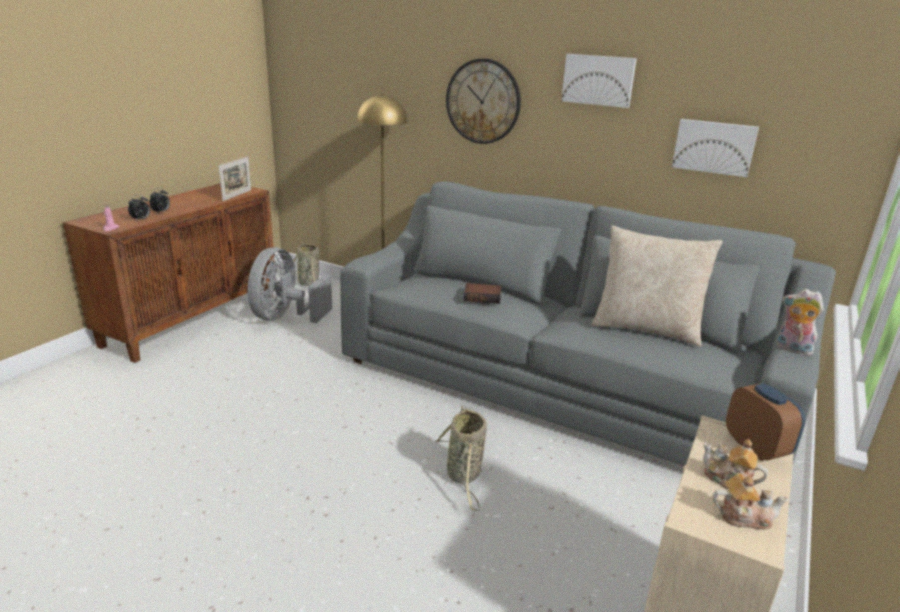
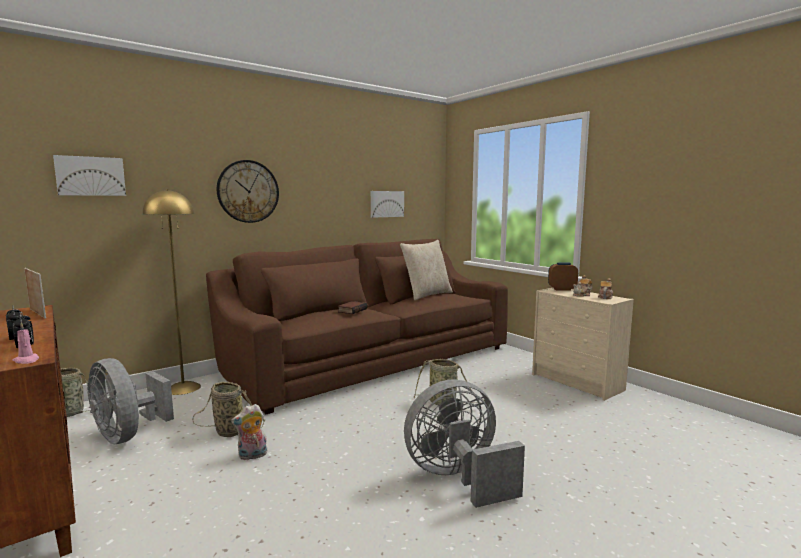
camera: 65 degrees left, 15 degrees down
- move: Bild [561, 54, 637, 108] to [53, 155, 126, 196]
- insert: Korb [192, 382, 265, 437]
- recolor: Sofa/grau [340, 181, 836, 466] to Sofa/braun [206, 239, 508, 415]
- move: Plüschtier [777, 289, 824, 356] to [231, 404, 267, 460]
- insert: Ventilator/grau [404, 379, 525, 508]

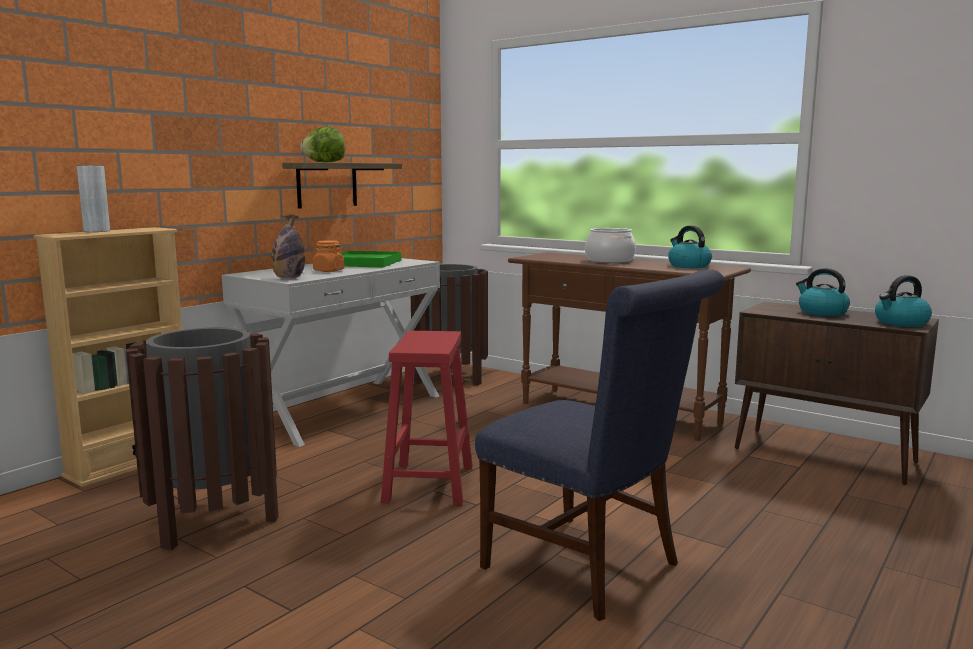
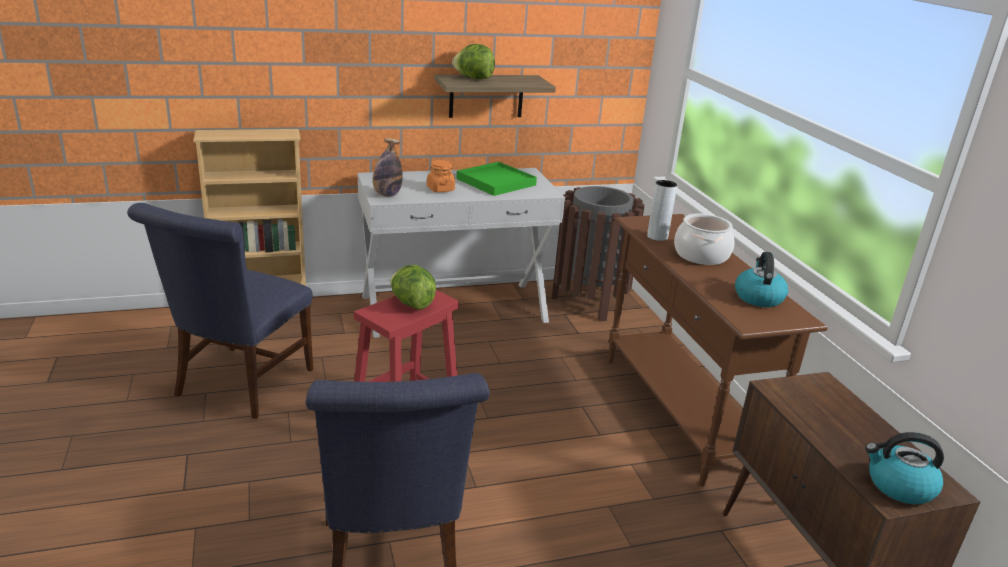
camera: 35 degrees right, 15 degrees up
- replace: Mülleimer/braun [126, 328, 278, 550] to Stuhl/blau [127, 203, 313, 419]
- insert: Salatkopf [391, 265, 436, 310]
- move: Vase/grau [77, 165, 110, 232] to [647, 180, 677, 241]
- delete: Wasserkessel [796, 268, 850, 316]

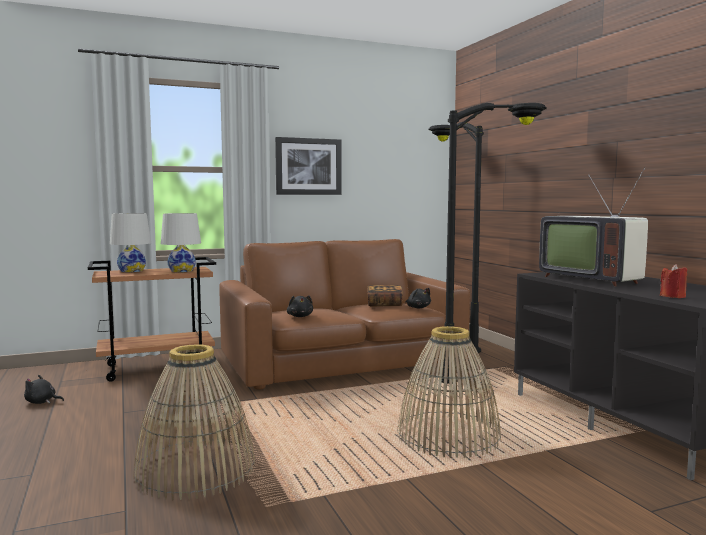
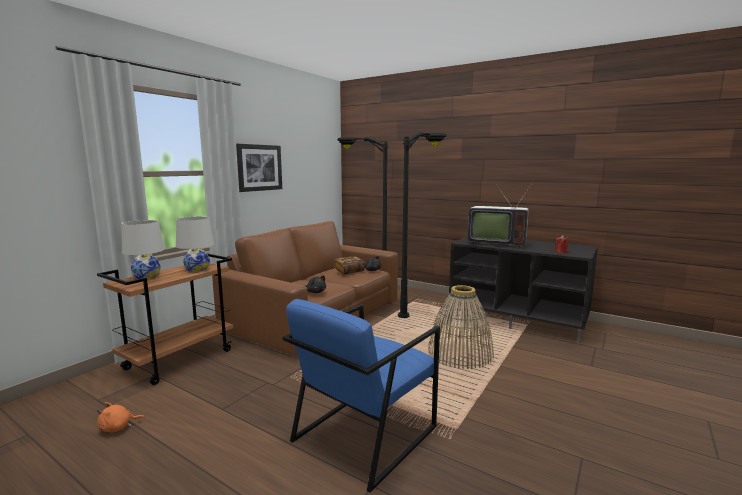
camera: 35 degrees left, 5 degrees up
- recolor: Plüschtier/schwarz [24, 375, 64, 404] to Plüschtier/orange [97, 402, 145, 432]
- replace: Korb [134, 344, 255, 500] to Sessel/blau [283, 299, 440, 493]

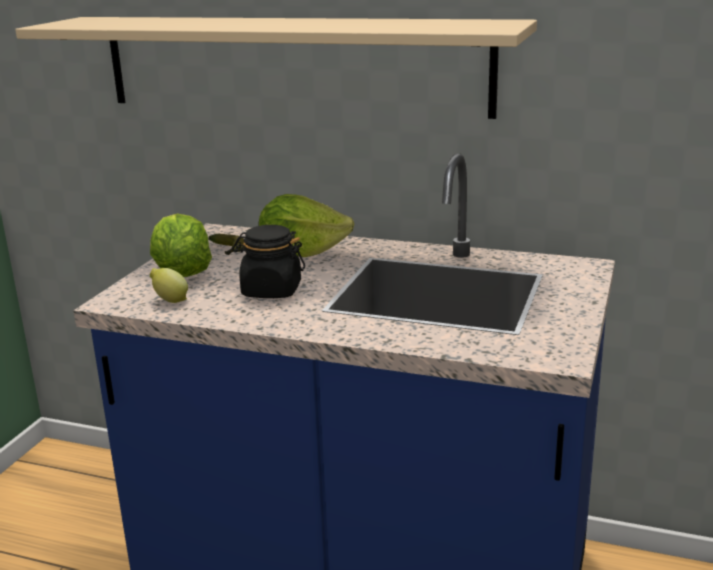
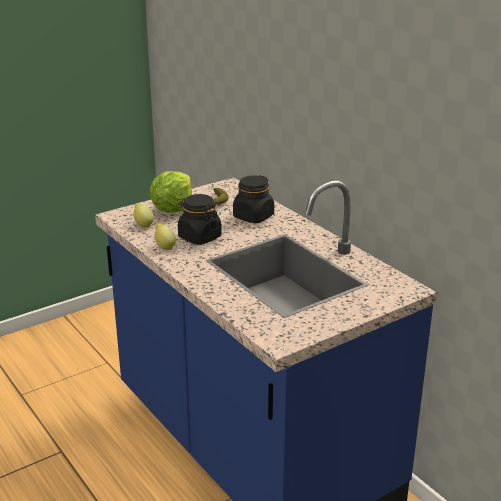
camera: 35 degrees right, 5 degrees up
- insert: Zitrone [155, 223, 176, 250]
- replace: Salatkopf [259, 194, 354, 257] to Vorratsglas/schwarz [233, 175, 274, 223]
- delete: Wandregal/beige [15, 17, 537, 119]

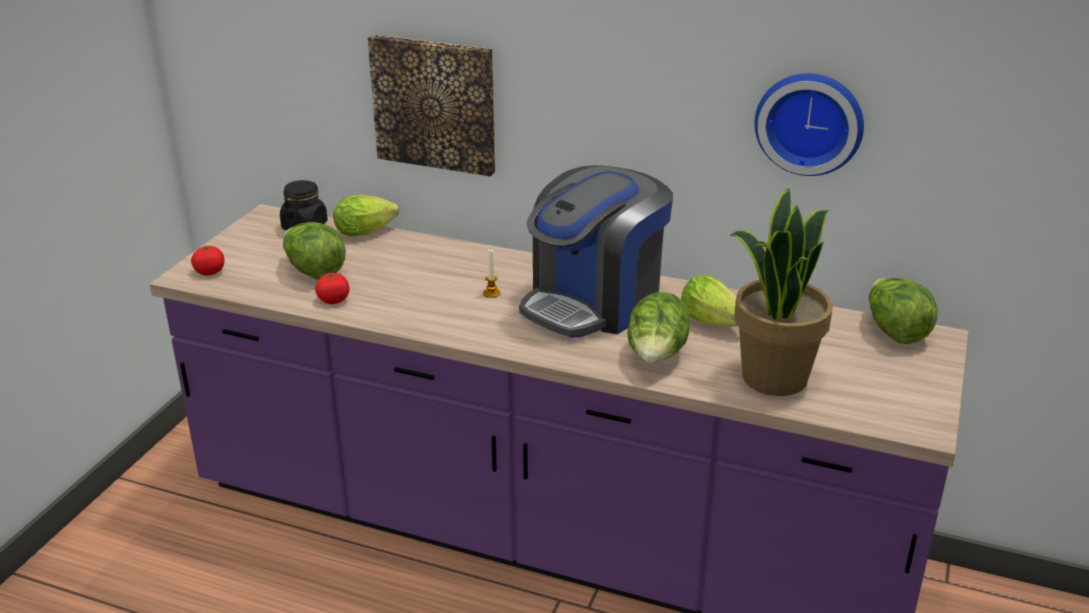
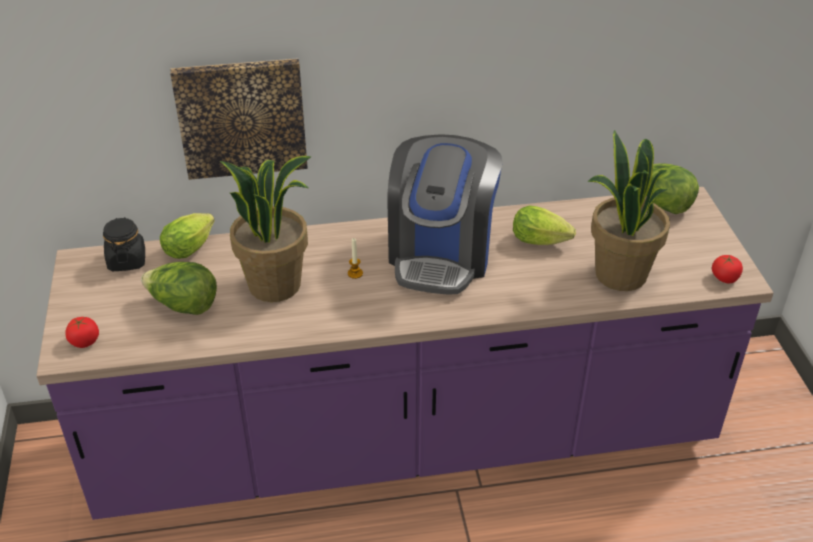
camera: 30 degrees left, 10 degrees up
- insert: Topfpflanze [220, 156, 311, 302]
- move: Tomate [315, 273, 349, 304] to [712, 255, 743, 284]
- delete: Salatkopf [627, 292, 690, 363]
- delete: Wanduhr [755, 73, 864, 176]

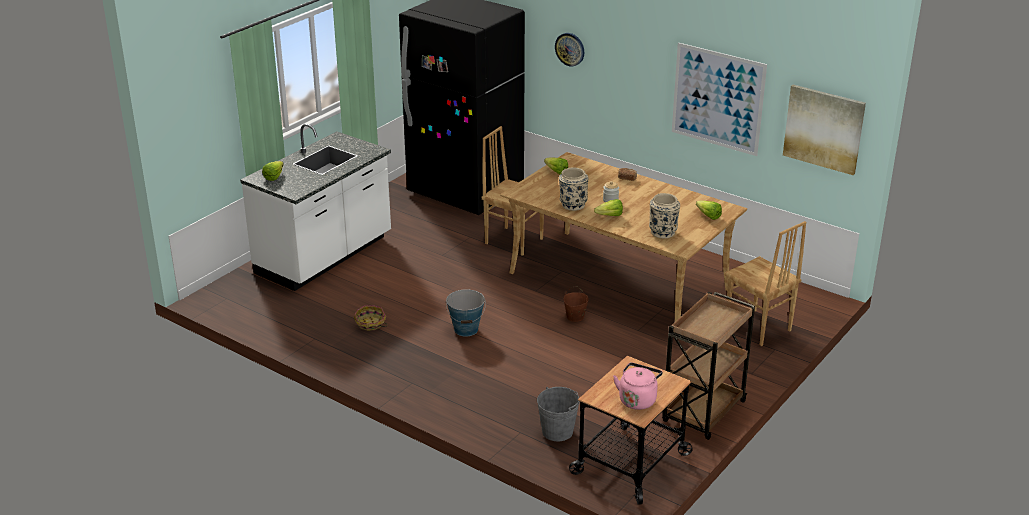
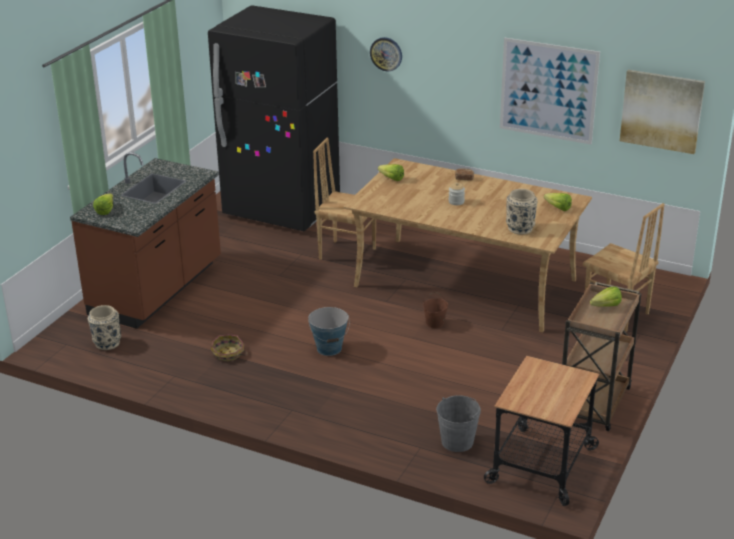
camera: 10 degrees left, 0 degrees up
- recolor: Küchenzeile/weiß [240, 124, 391, 291] to Küchenzeile/braun [70, 152, 221, 329]
- move: Vase/beige [559, 168, 588, 211] to [88, 305, 121, 350]
- move: Salatkopf [594, 199, 623, 216] to [590, 287, 622, 307]
- delete: Wasserkessel/rosa [613, 363, 663, 410]

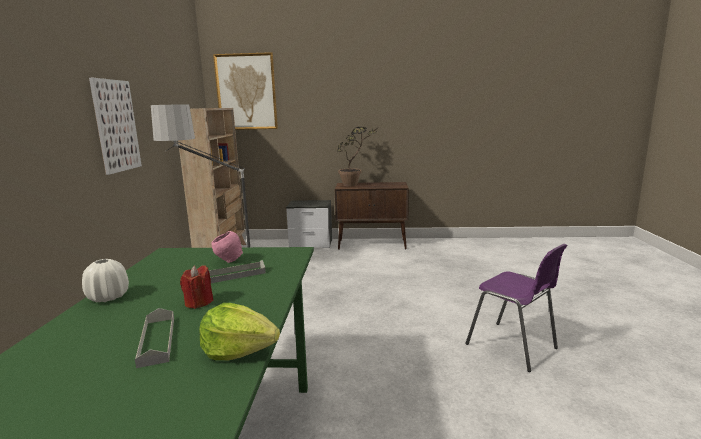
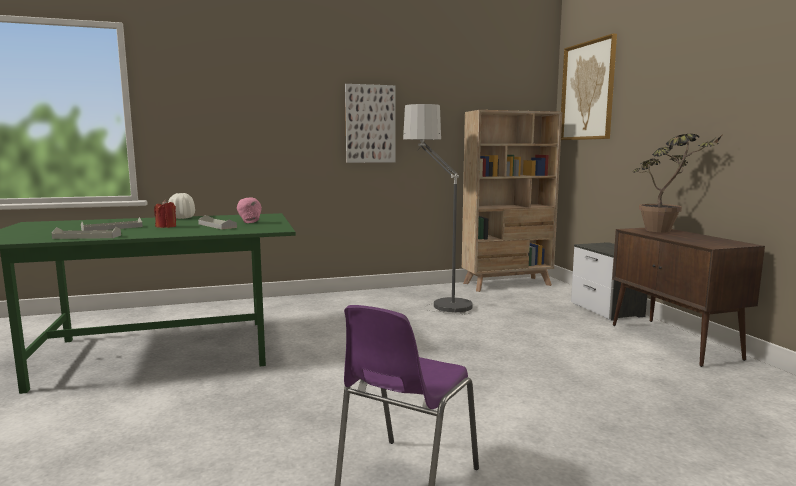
camera: 70 degrees right, 5 degrees down
- replace: Salatkopf [199, 303, 280, 360] to Tablett/grau [52, 227, 121, 239]

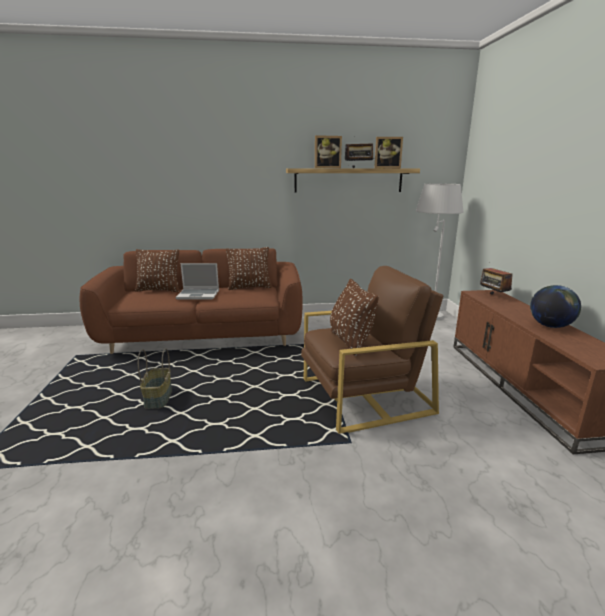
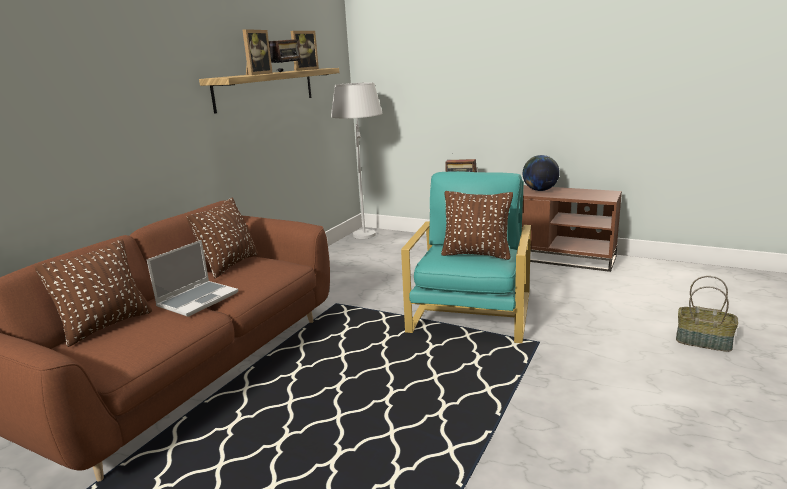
camera: 55 degrees left, 0 degrees up
- recolor: Sessel/braun [301, 266, 443, 434] to Sessel/türkis [401, 171, 531, 343]
- move: Korb [138, 348, 172, 409] to [676, 276, 738, 352]

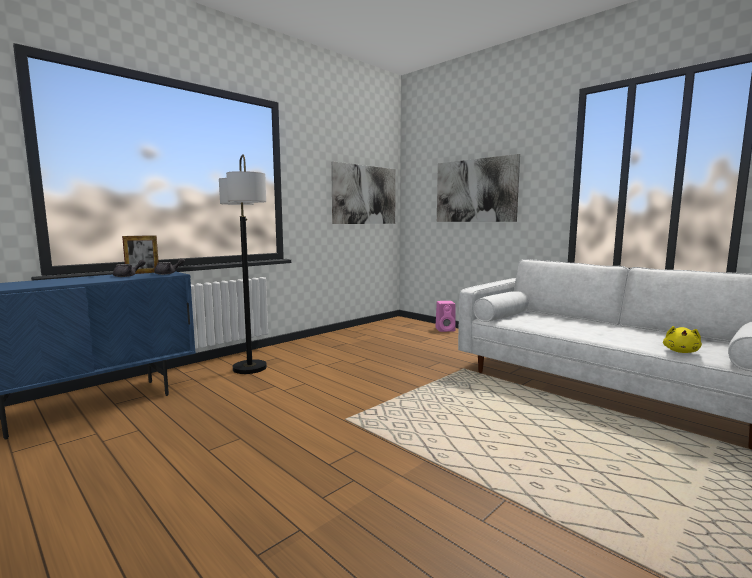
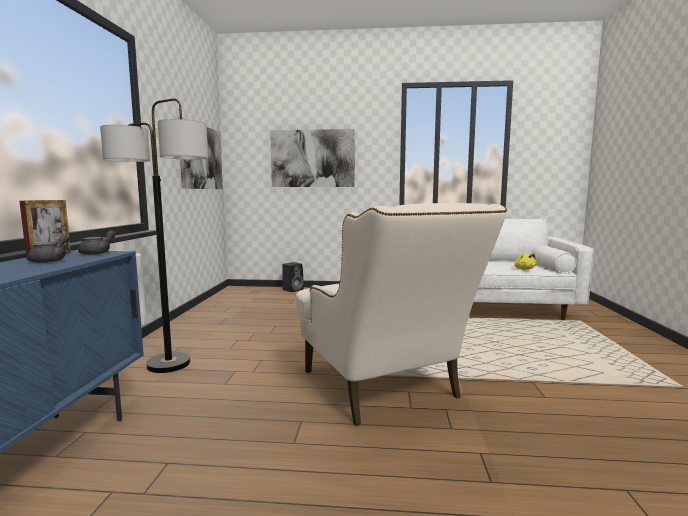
camera: 40 degrees left, 0 degrees up
- recolor: Lautsprecher/rosa [435, 301, 456, 332] to Lautsprecher/schwarz [282, 262, 304, 292]
- insert: Sessel/beige [296, 203, 507, 426]

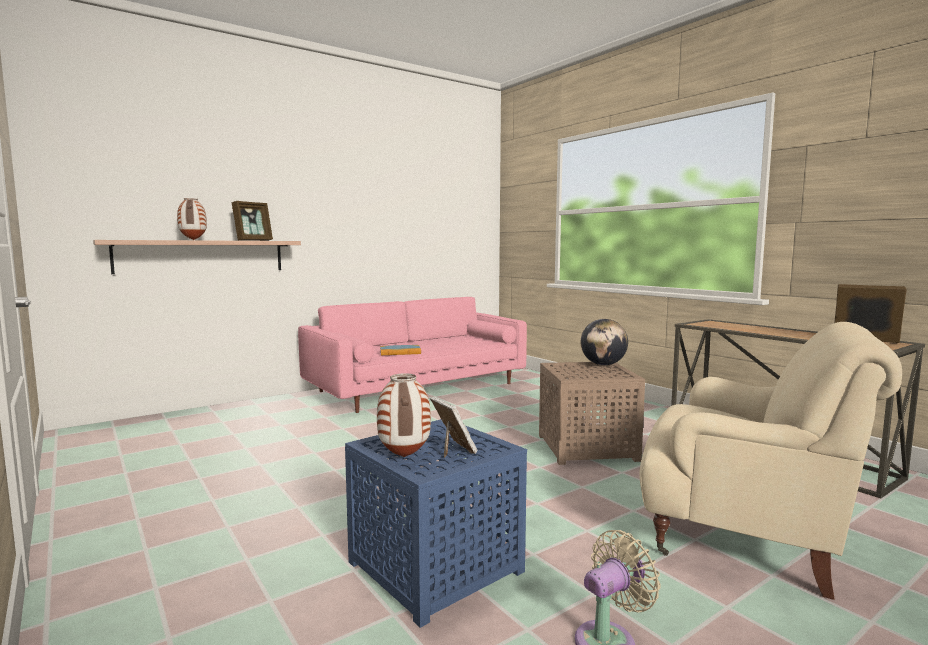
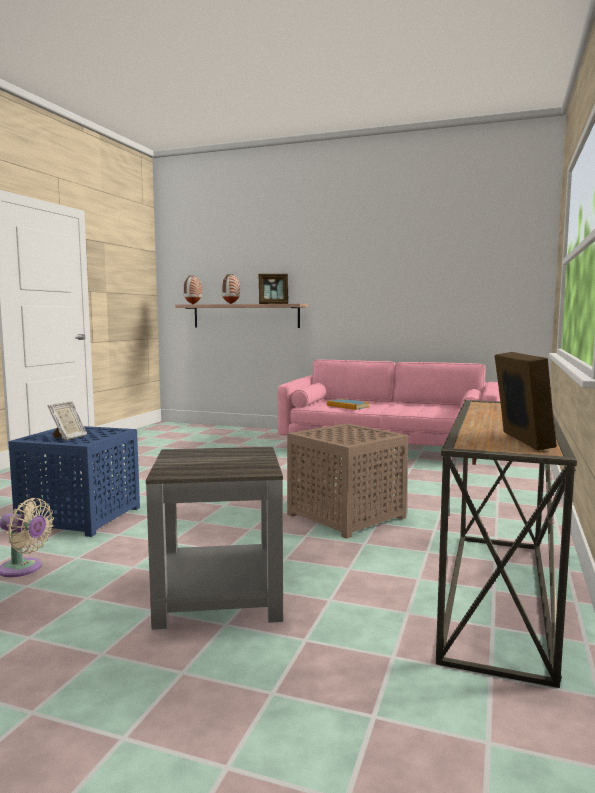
camera: 55 degrees right, 0 degrees up
- replace: Sessel/beige [640, 322, 902, 600] to Beistelltisch/grau [146, 447, 283, 630]
- move: Vase [377, 373, 431, 457] to [183, 275, 202, 304]
- delete: Globus [581, 319, 628, 365]

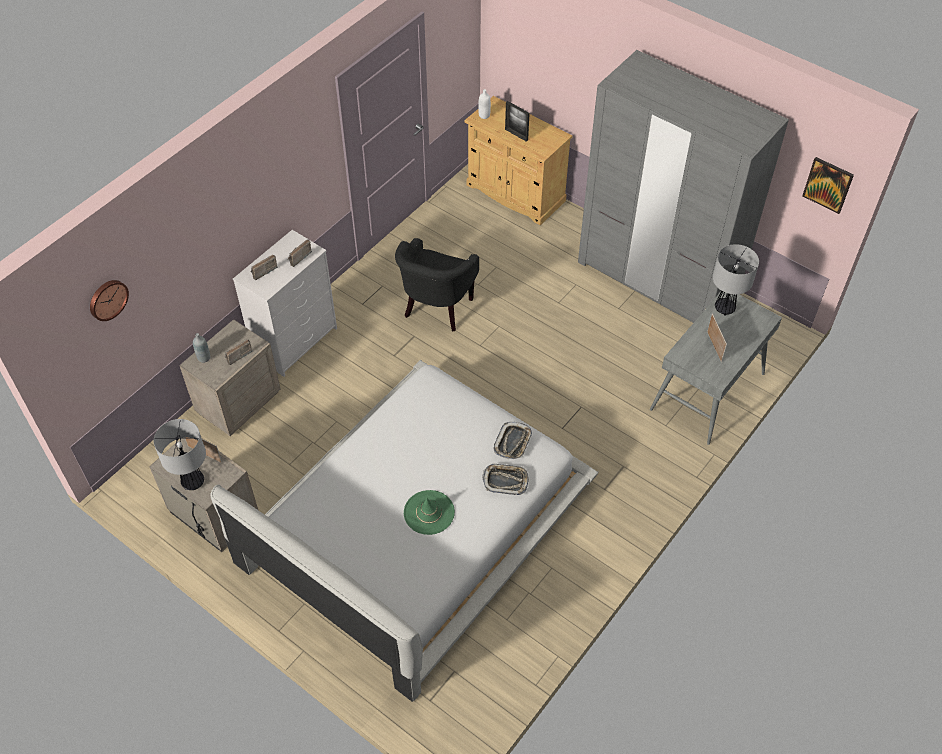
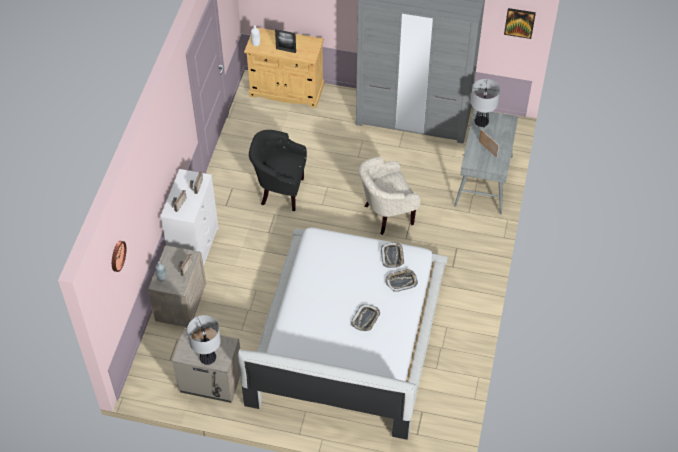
camera: 25 degrees left, 0 degrees up
- rotate: Sessel/schwarz [395, 238, 479, 332] = [249, 130, 307, 211] 105 degrees clockwise
- replace: Hut/grün [404, 490, 455, 535] to Tablett [351, 304, 380, 331]
- insert: Sessel/beige [358, 156, 420, 235]

